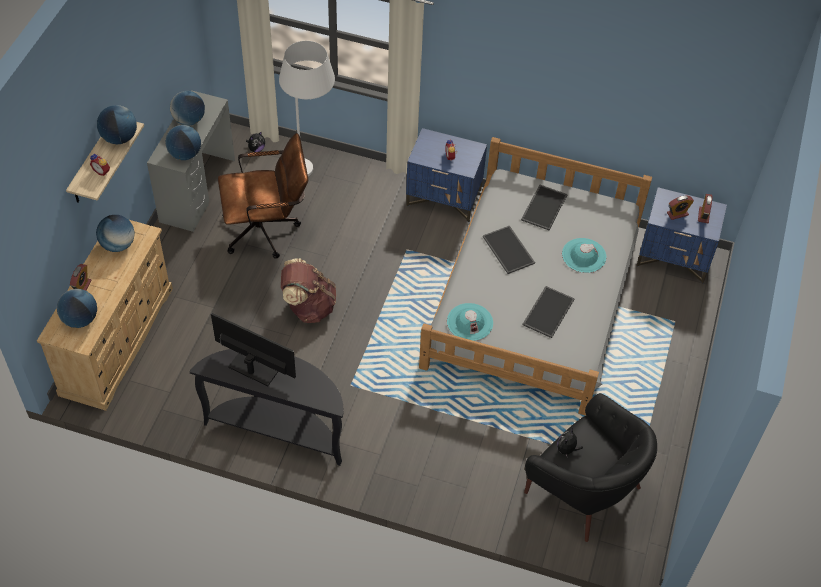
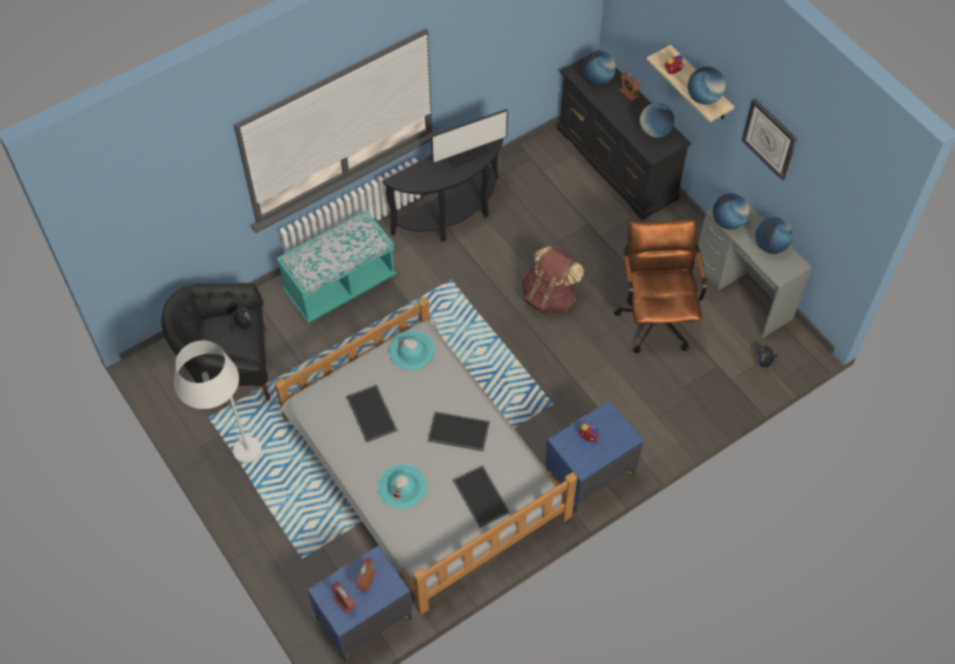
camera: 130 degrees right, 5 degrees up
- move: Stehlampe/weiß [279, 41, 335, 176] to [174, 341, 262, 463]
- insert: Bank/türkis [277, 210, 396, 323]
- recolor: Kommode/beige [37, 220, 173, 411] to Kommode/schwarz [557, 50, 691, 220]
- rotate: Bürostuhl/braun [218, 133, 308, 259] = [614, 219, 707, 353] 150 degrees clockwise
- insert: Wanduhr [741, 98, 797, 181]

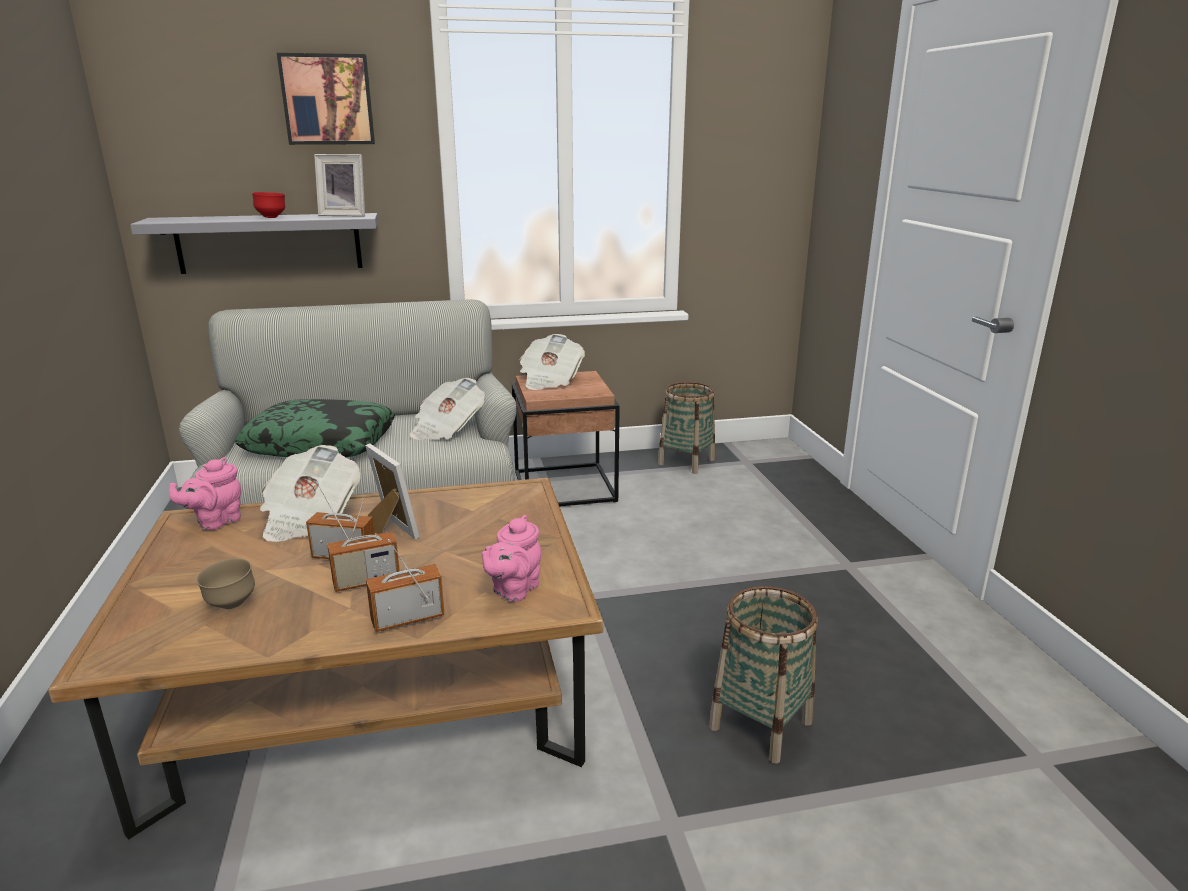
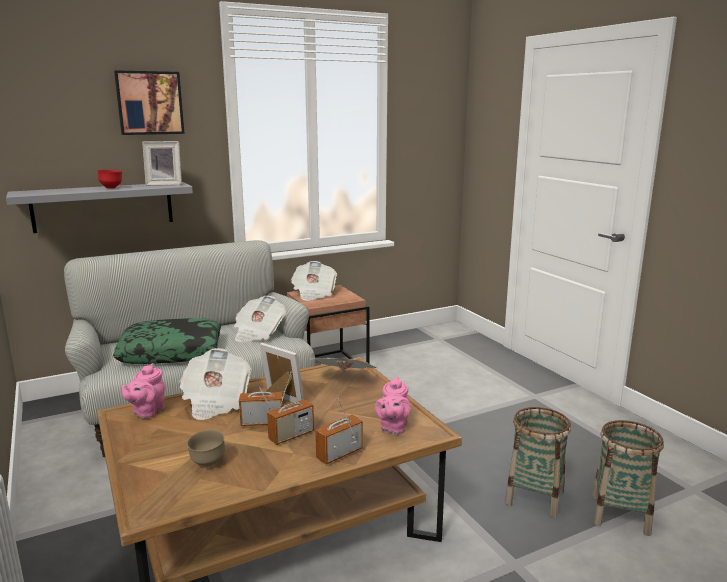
camera: 15 degrees left, 5 degrees down
- insert: Zeitung [312, 358, 376, 370]
- move: Korb [658, 382, 715, 474] to [592, 420, 664, 536]

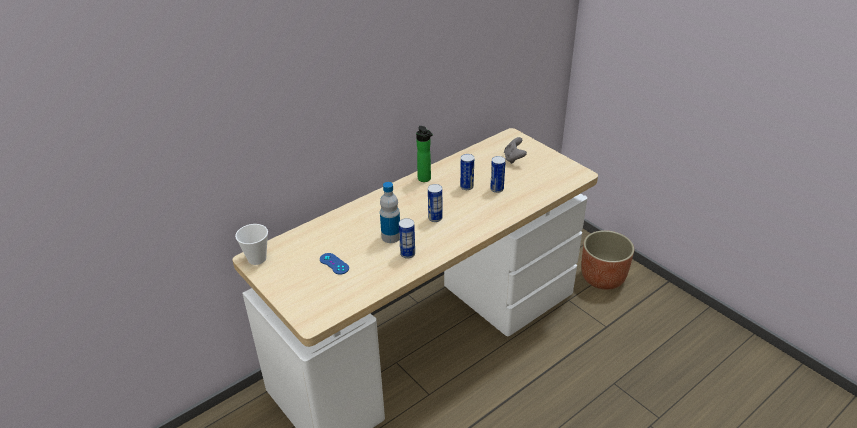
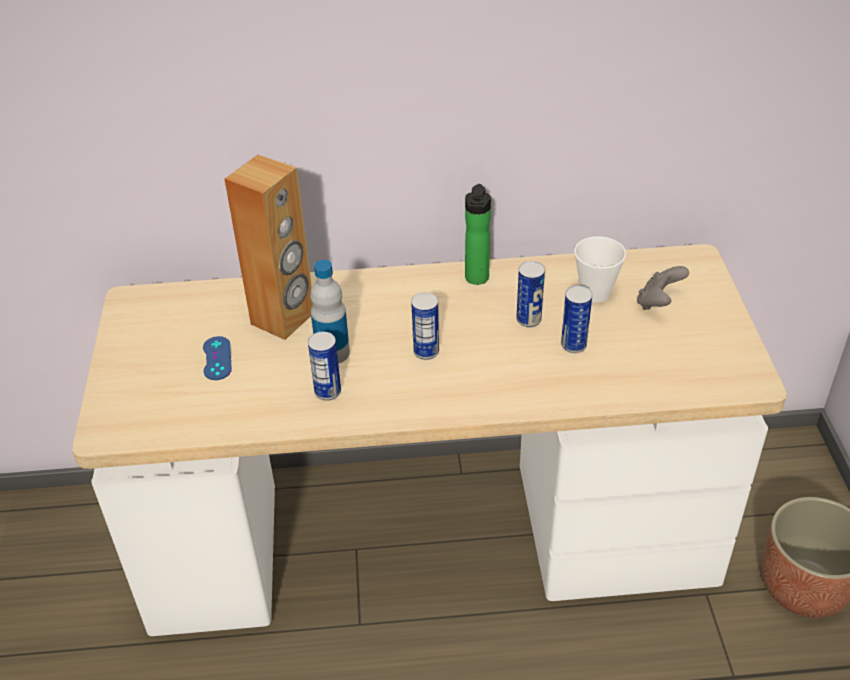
camera: 35 degrees right, 5 degrees up
- insert: Lautsprecher/braun [224, 155, 313, 340]
- move: Tasse [235, 224, 268, 265] to [574, 236, 626, 303]

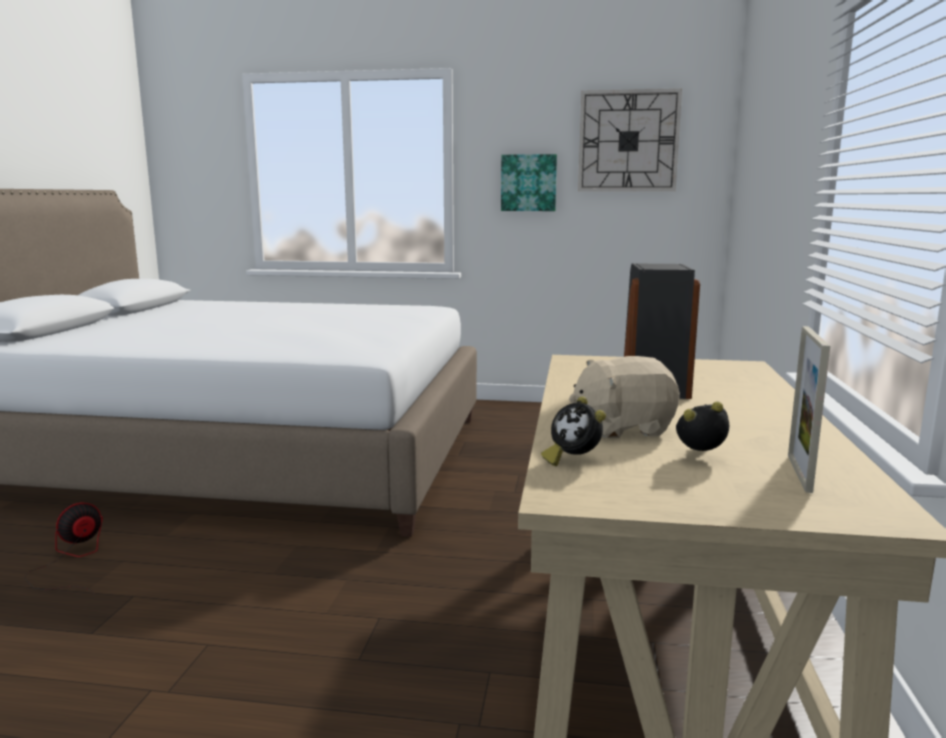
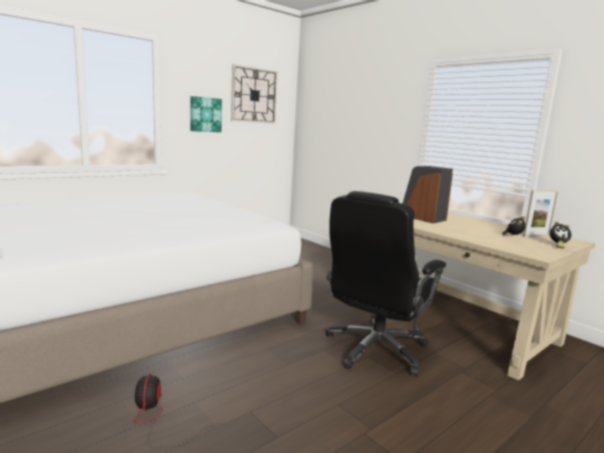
camera: 50 degrees left, 0 degrees up
- insert: Bürostuhl/schwarz [326, 191, 446, 376]
- rotate: Bilderrahmen [788, 326, 830, 493] = [523, 190, 559, 237] 75 degrees counterclockwise
- move: Wecker [541, 396, 606, 466] to [550, 222, 571, 249]
- delete: Plüschtier/beige [569, 356, 680, 438]

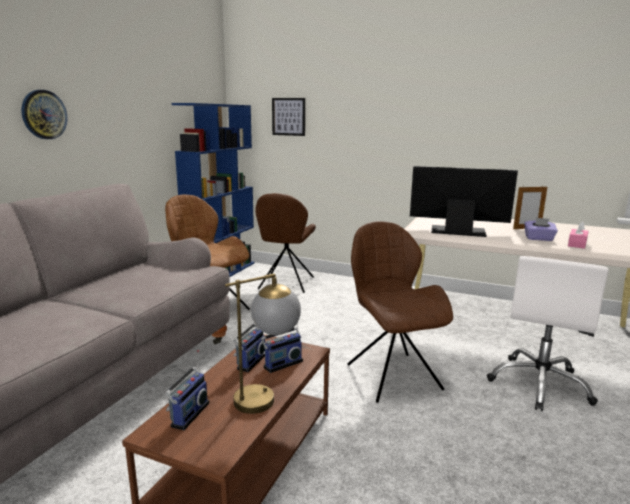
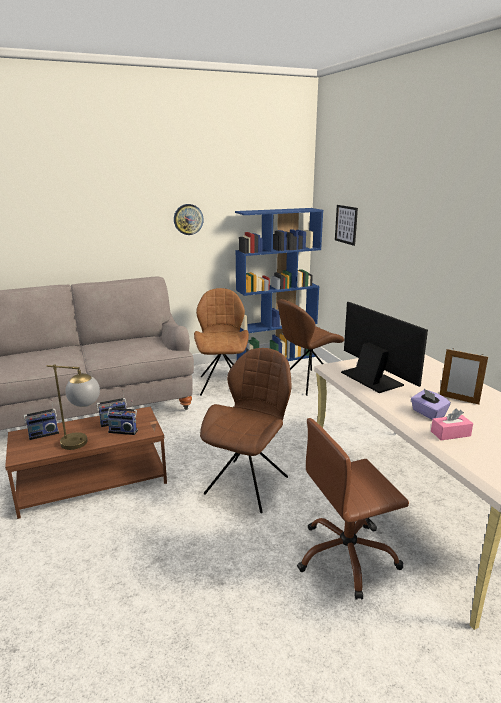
camera: 45 degrees right, 5 degrees up
- move: Wanduhr [21, 90, 67, 139] to [174, 204, 204, 235]
- recolor: Bürostuhl/weiß [487, 256, 609, 411] to Bürostuhl/braun [297, 418, 409, 600]

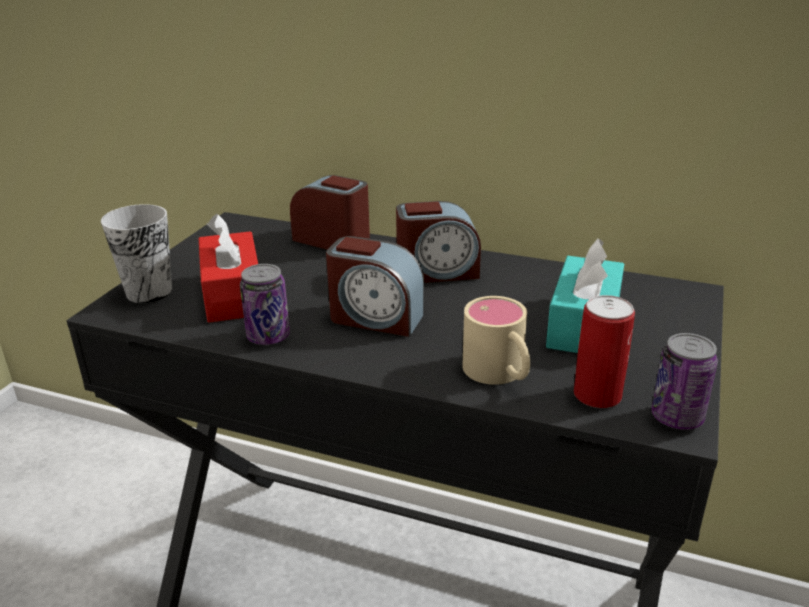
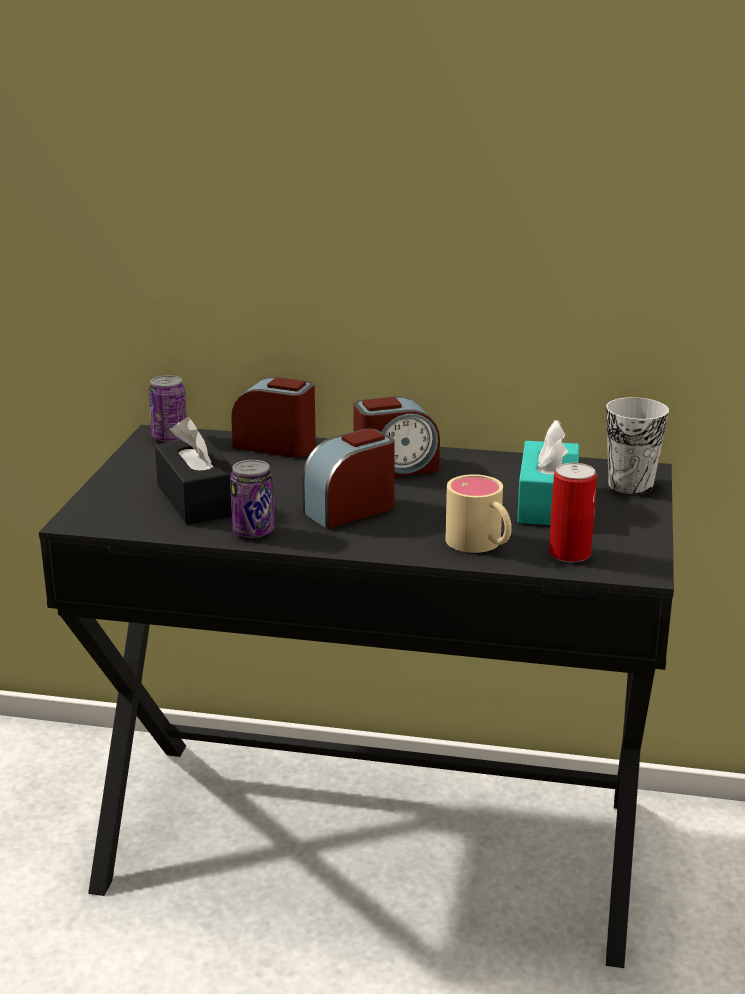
camera: 10 degrees left, 5 degrees down
- move: Dose [651, 333, 718, 430] to [149, 375, 187, 442]
- recolor: Taschentuchbox/rot [199, 214, 258, 323] to Taschentuchbox/schwarz [155, 417, 233, 524]
- rotate: Wecker [326, 236, 424, 337] = [302, 428, 395, 529] 135 degrees clockwise
- move: Tasse [101, 204, 172, 303] to [606, 397, 669, 494]

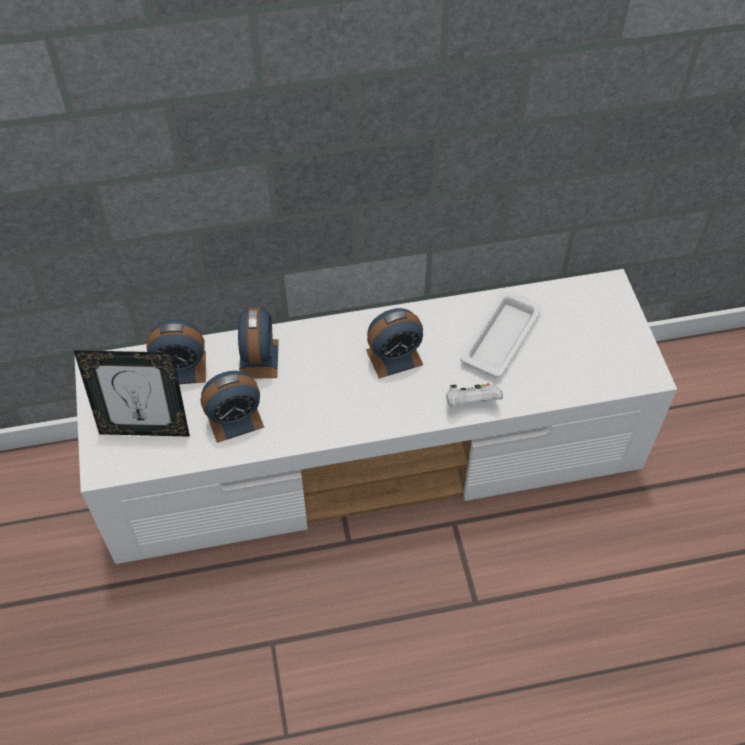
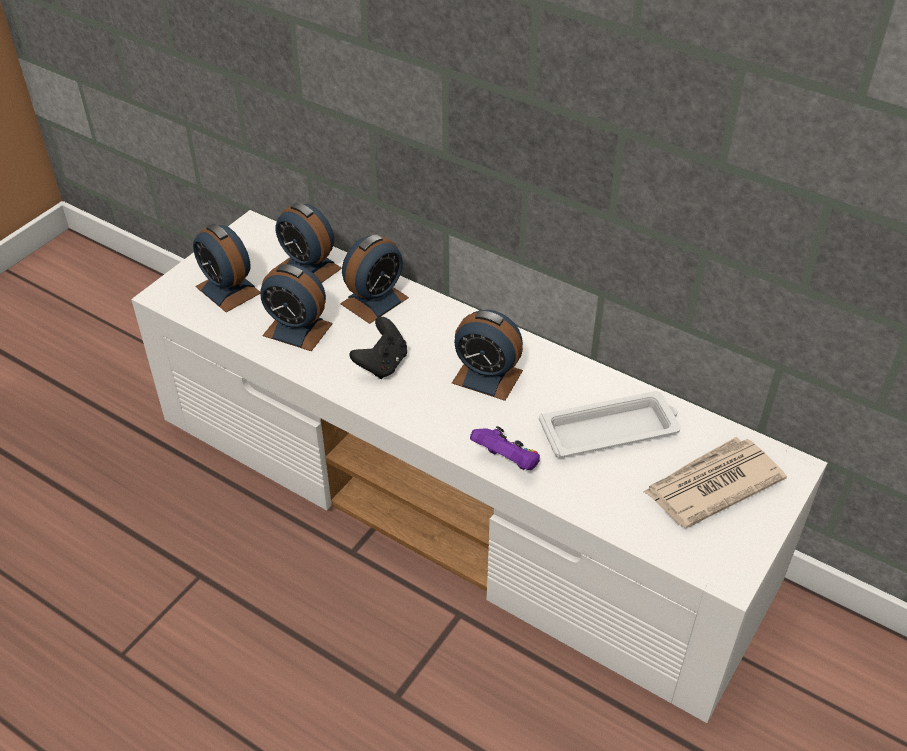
camera: 45 degrees right, 10 degrees down
- replace: Bilderrahmen [74, 350, 190, 437] to Wecker [193, 224, 261, 312]
- insert: Gamepad/schwarz [349, 317, 407, 379]
- recolor: Gamepad/weiß [446, 383, 503, 407] to Gamepad/lila [470, 426, 540, 470]
- insert: Zeitung [644, 437, 787, 528]

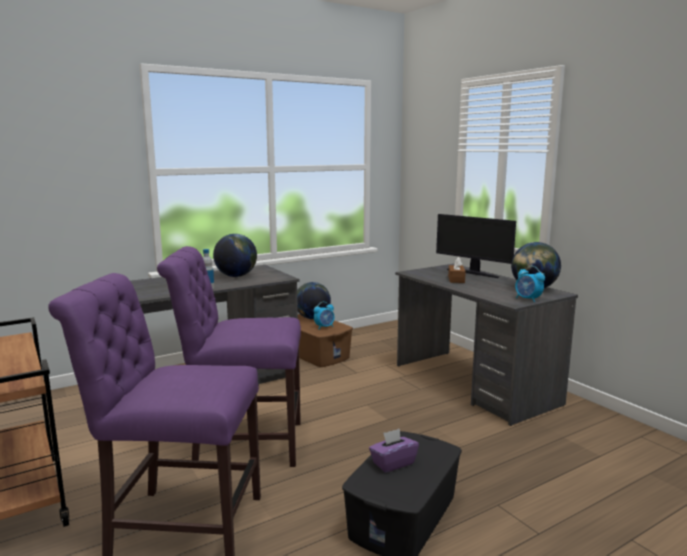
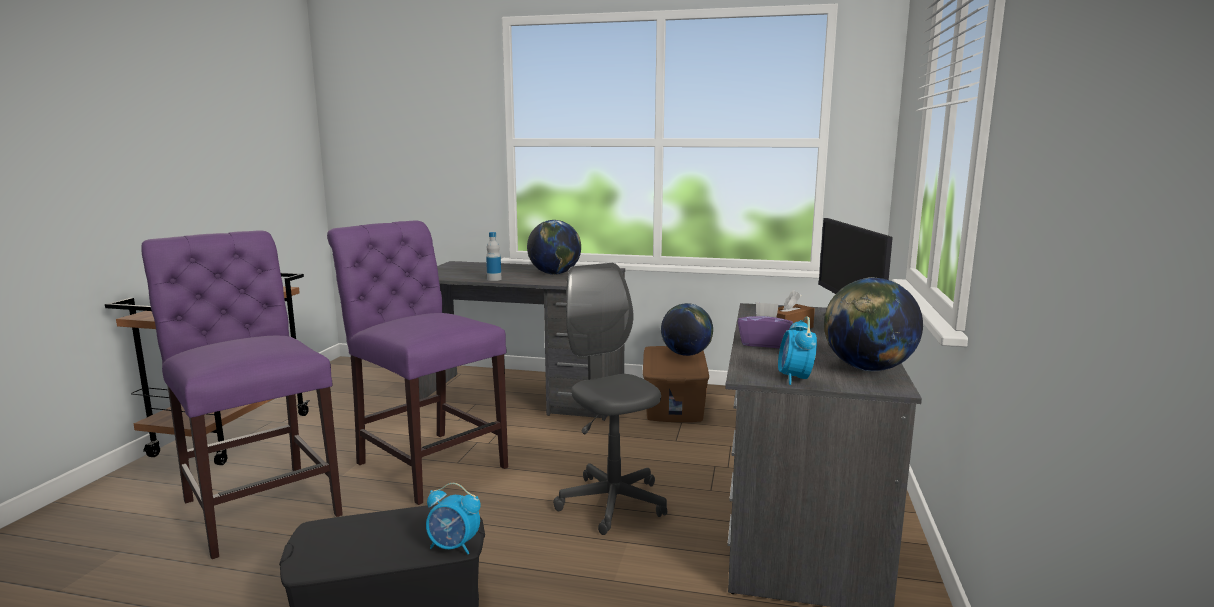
camera: 45 degrees right, 0 degrees up
- move: Wecker [314, 302, 335, 329] to [426, 483, 481, 554]
- insert: Bürostuhl/grau [553, 263, 667, 535]
- move: Taschentuchbox/lila [369, 429, 419, 473] to [738, 302, 793, 348]

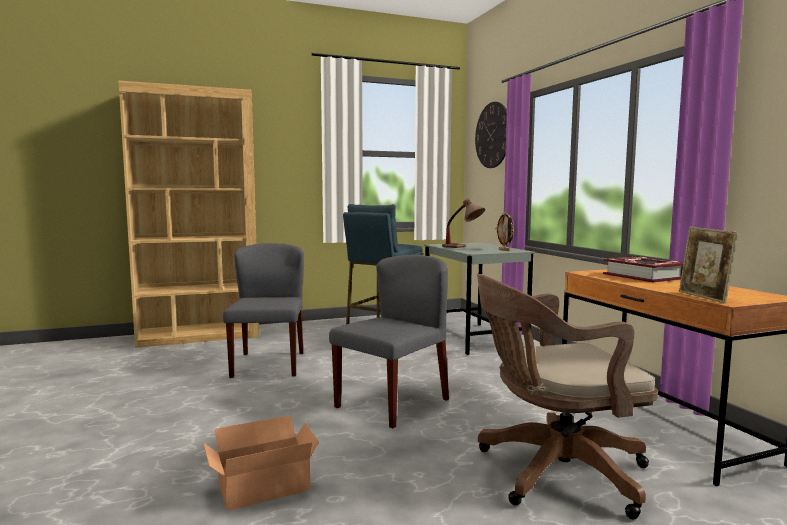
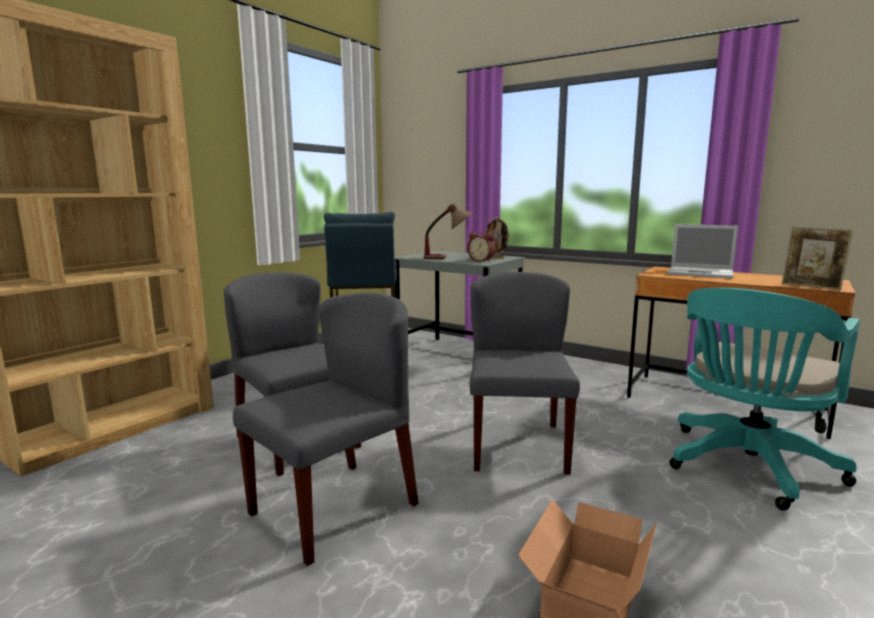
camera: 35 degrees left, 5 degrees up
- insert: Stuhl/grau [233, 292, 418, 566]
- insert: Wecker [467, 232, 495, 262]
- replace: Buch [603, 257, 683, 283] to Laptop [667, 224, 738, 279]
- recolor: Bürostuhl/braun [477, 274, 658, 520] to Bürostuhl/türkis [669, 288, 860, 511]
- delete: Wanduhr [475, 102, 507, 168]

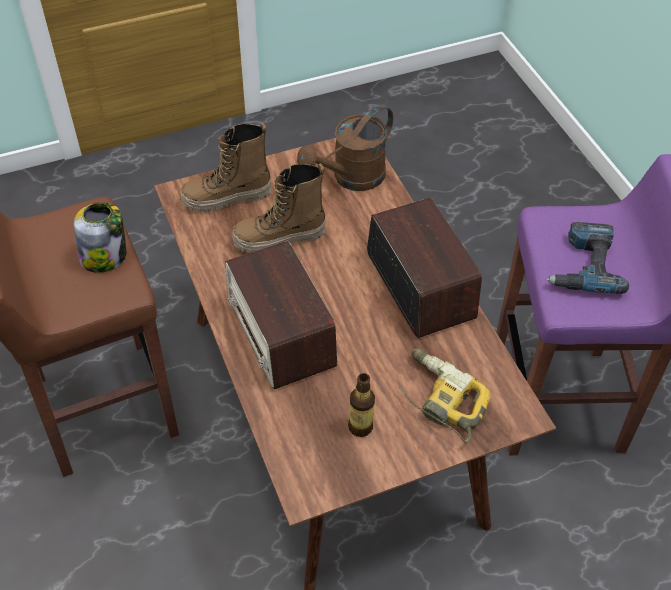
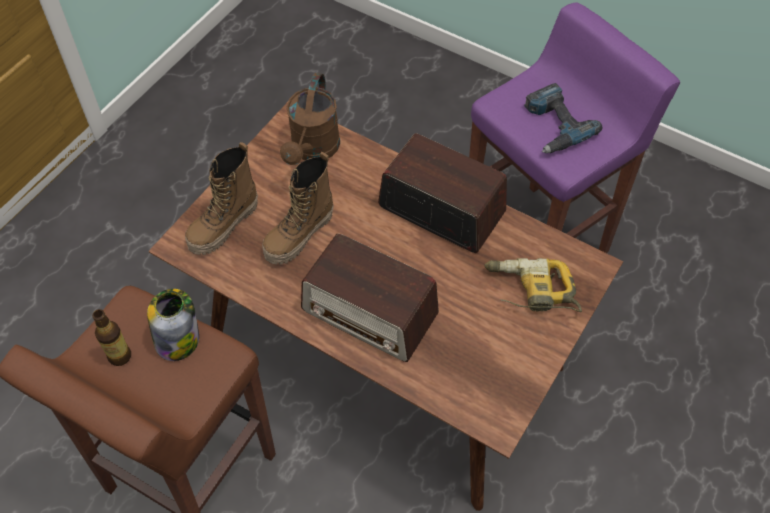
camera: 35 degrees left, 5 degrees up
- move: Flasche [348, 373, 375, 437] to [92, 309, 131, 366]

